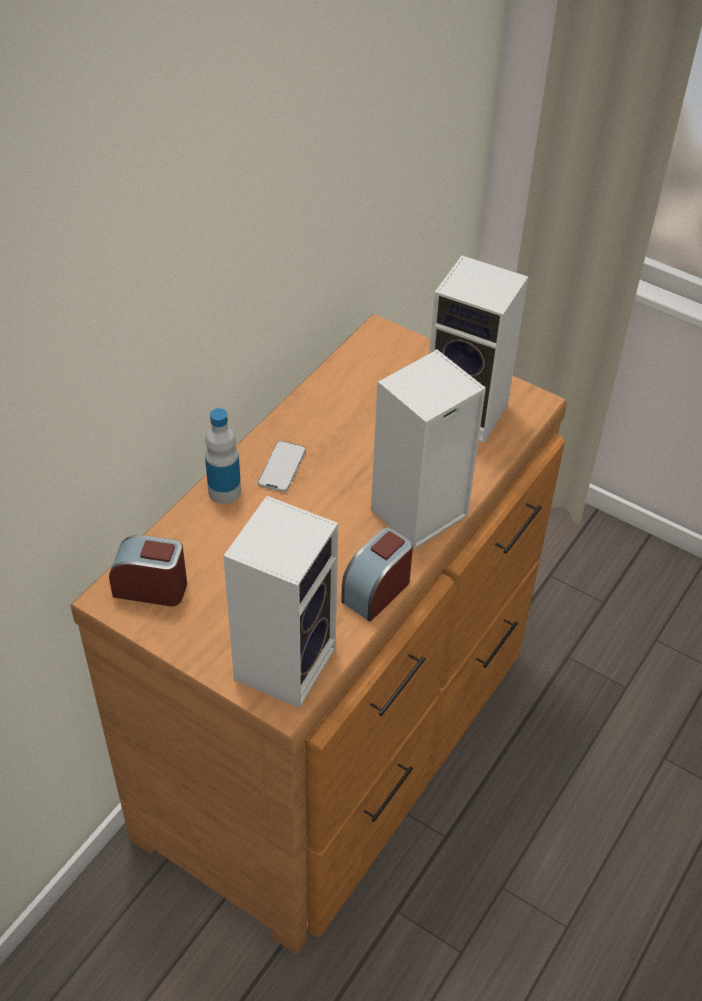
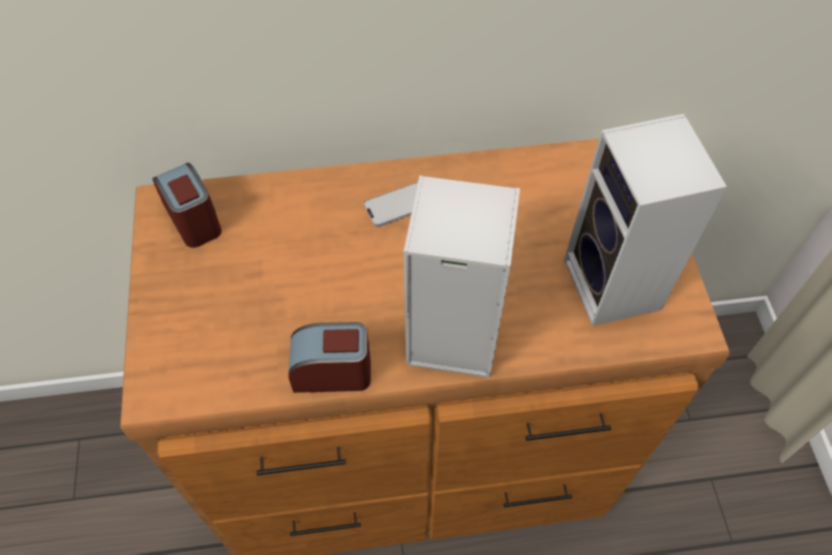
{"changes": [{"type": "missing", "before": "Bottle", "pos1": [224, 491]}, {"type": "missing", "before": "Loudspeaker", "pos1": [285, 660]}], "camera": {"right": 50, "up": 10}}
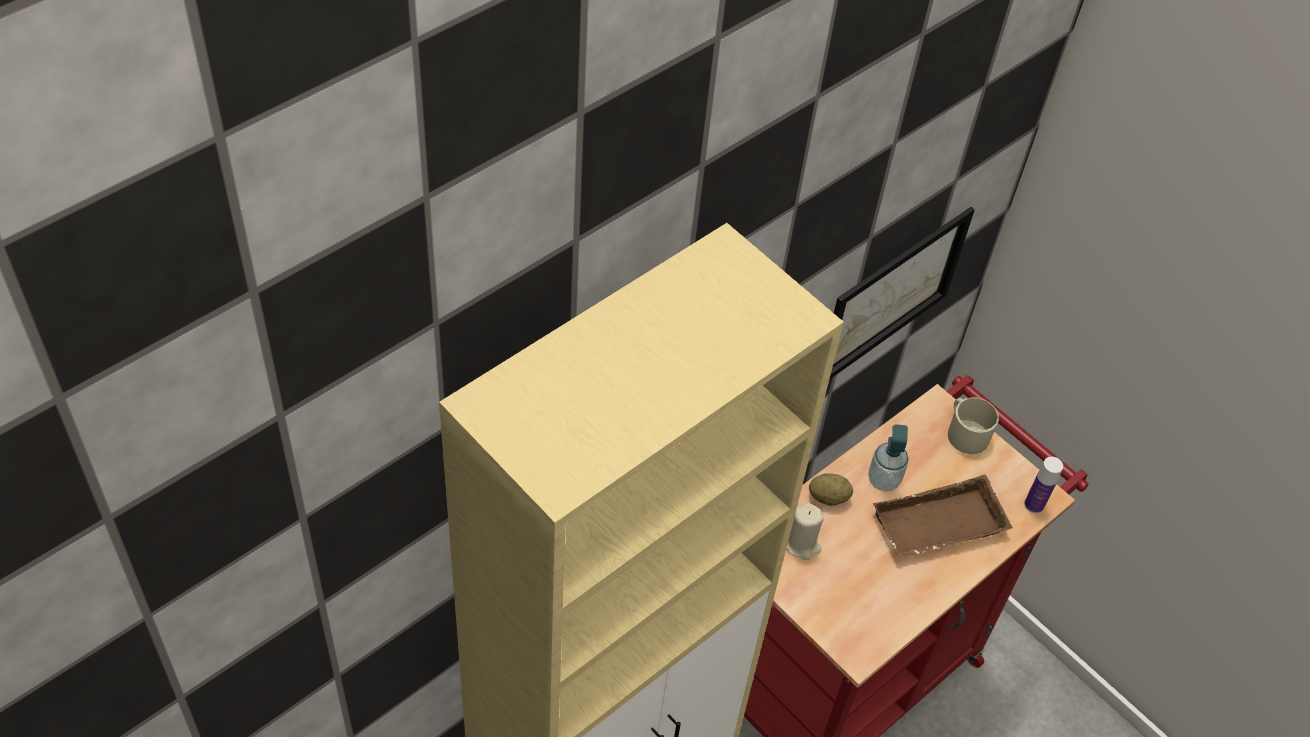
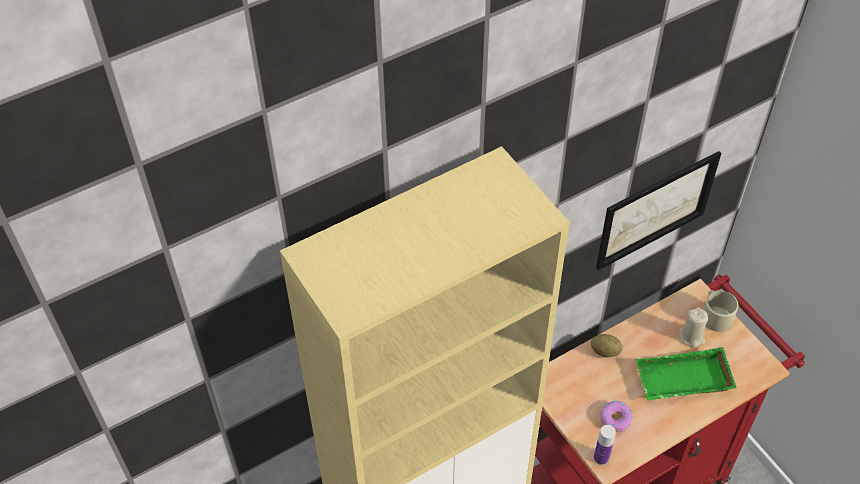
{"changes": [{"type": "missing", "before": "SoapBottle", "pos1": [883, 480]}, {"type": "relocated", "before": "Bottle", "pos1": [1034, 505], "pos2": [601, 458]}, {"type": "colour", "before": "BrownColouredTray", "after": "GreenishTray", "pos1": [938, 528], "pos2": [682, 382]}, {"type": "relocated", "before": "BeigeWaxLight", "pos1": [802, 544], "pos2": [691, 337]}, {"type": "appeared", "after": "Donut", "pos2": [616, 419]}], "camera": {"right": 15, "up": 0}}
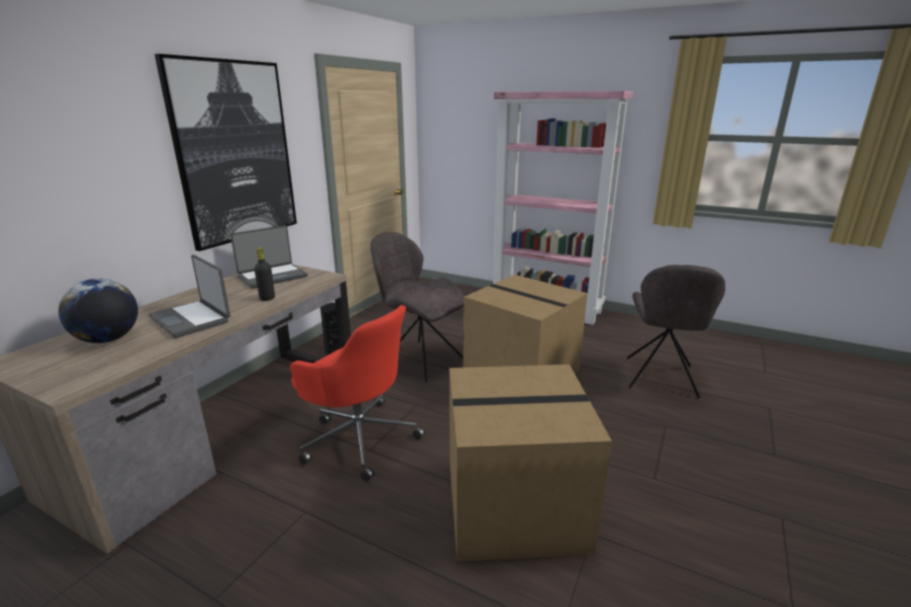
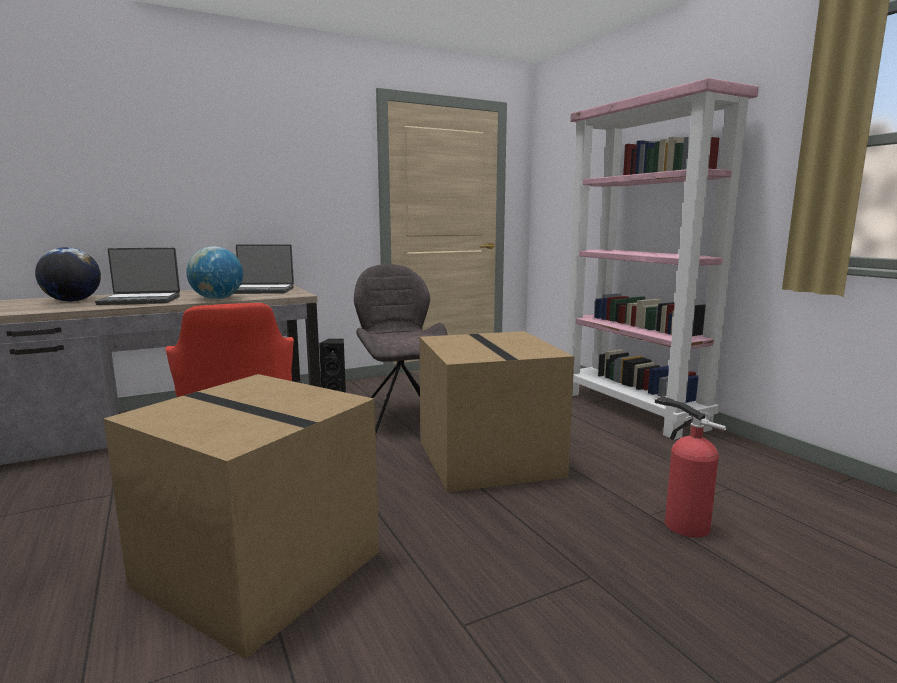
{"changes": [{"type": "missing", "before": "Picture", "pos1": [235, 153]}, {"type": "exchanged", "before": "BlackishBottle", "after": "Globe", "pos1": [267, 298], "pos2": [217, 298]}, {"type": "spun", "before": "NotebookComputer", "pos1": [192, 319], "pos2": [141, 300], "turn": -90}, {"type": "exchanged", "before": "GreyUprightChair", "after": "FireExtinguisher", "pos1": [660, 378], "pos2": [682, 523]}], "camera": {"right": 35, "up": -10}}
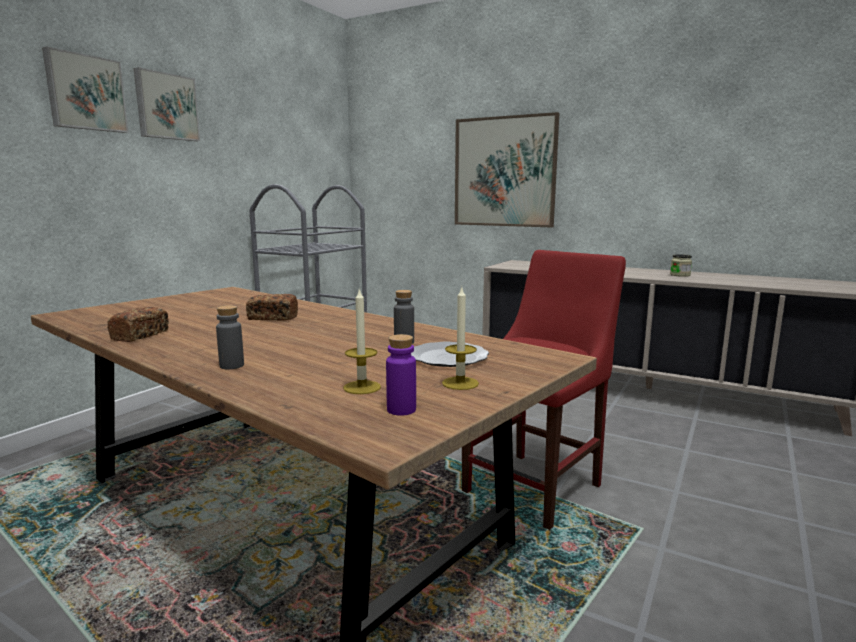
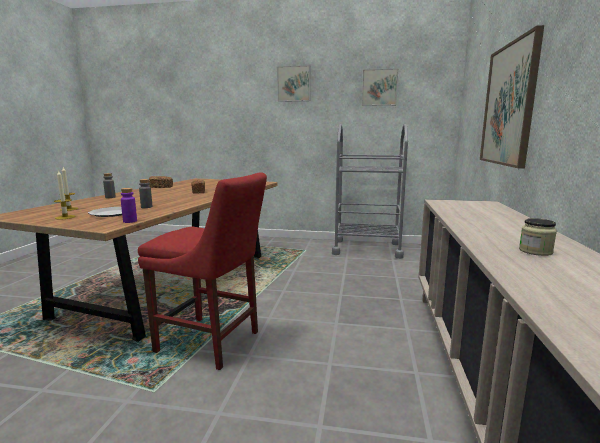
{"changes": [{"type": "relocated", "before": "Picture", "pos1": [85, 93], "pos2": [379, 87]}, {"type": "relocated", "before": "PurplishBottle", "pos1": [401, 410], "pos2": [130, 221]}], "camera": {"right": 70, "up": 0}}
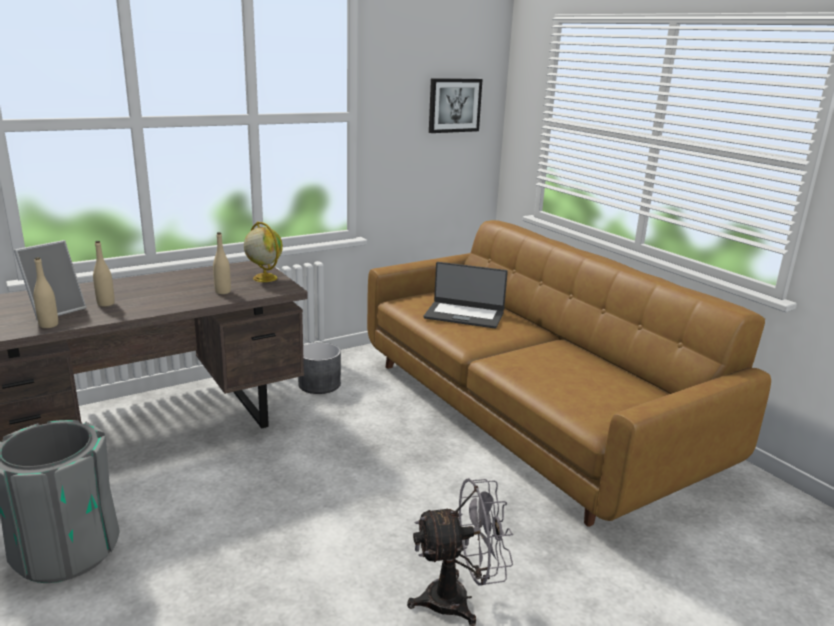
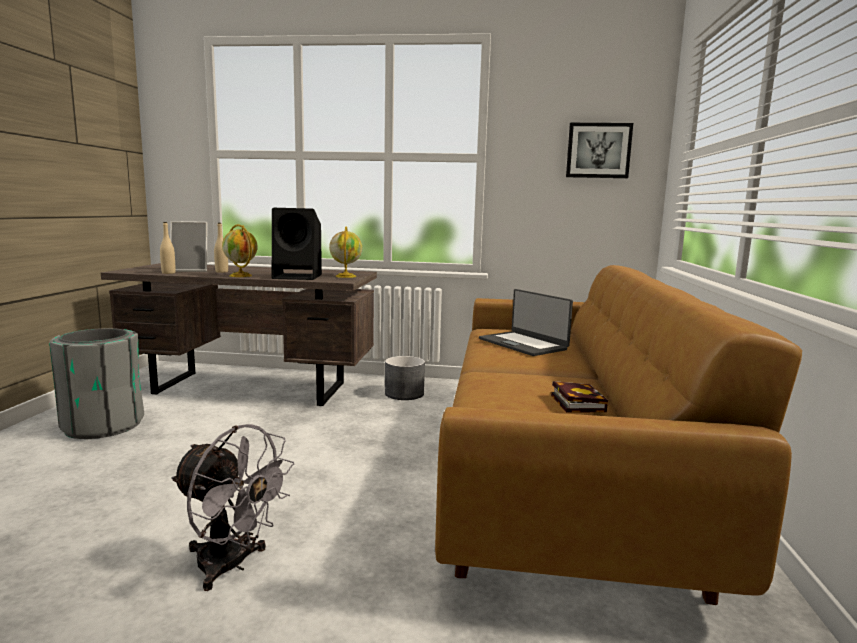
{"changes": [{"type": "exchanged", "before": "BeigeBottle", "after": "BlackishLoudspeaker", "pos1": [223, 292], "pos2": [299, 276]}, {"type": "appeared", "after": "Globe", "pos2": [241, 276]}, {"type": "appeared", "after": "BoundBook", "pos2": [575, 402]}], "camera": {"right": 40, "up": -10}}
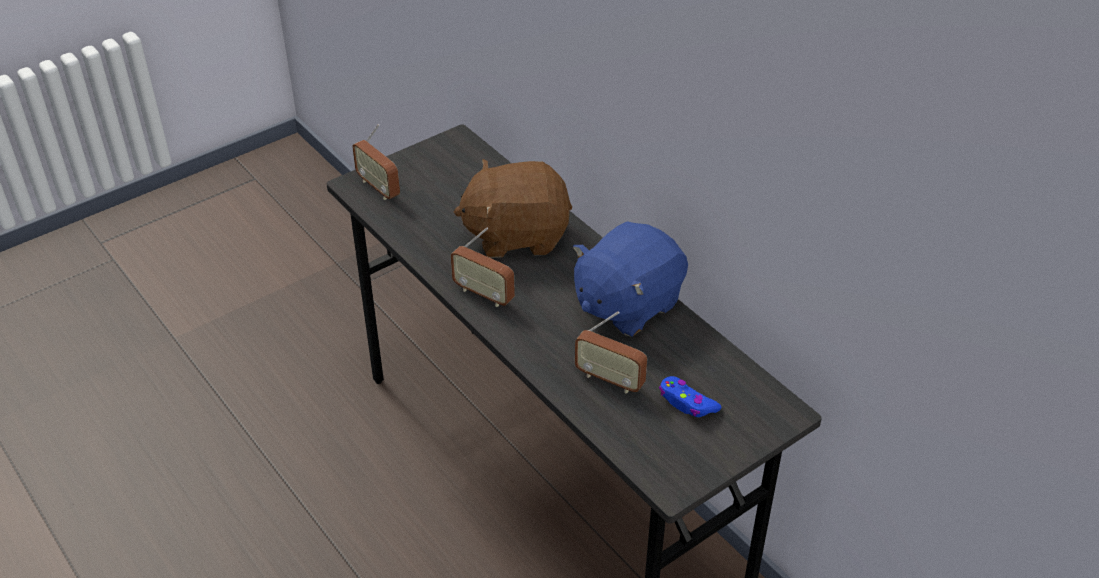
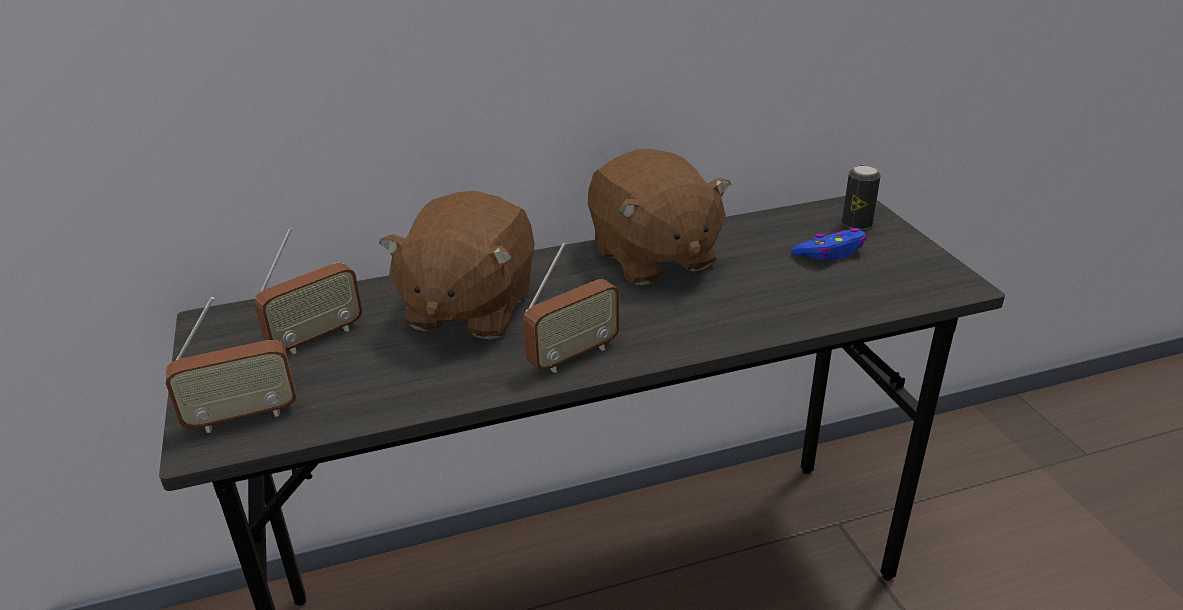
{"changes": [{"type": "colour", "before": "BluishCuddlyToy", "after": "BrownColouredCuddlyToy", "pos1": [626, 304], "pos2": [652, 258]}, {"type": "relocated", "before": "Radio", "pos1": [609, 379], "pos2": [316, 337]}, {"type": "appeared", "after": "MetalCan", "pos2": [856, 224]}], "camera": {"right": -70, "up": -10}}
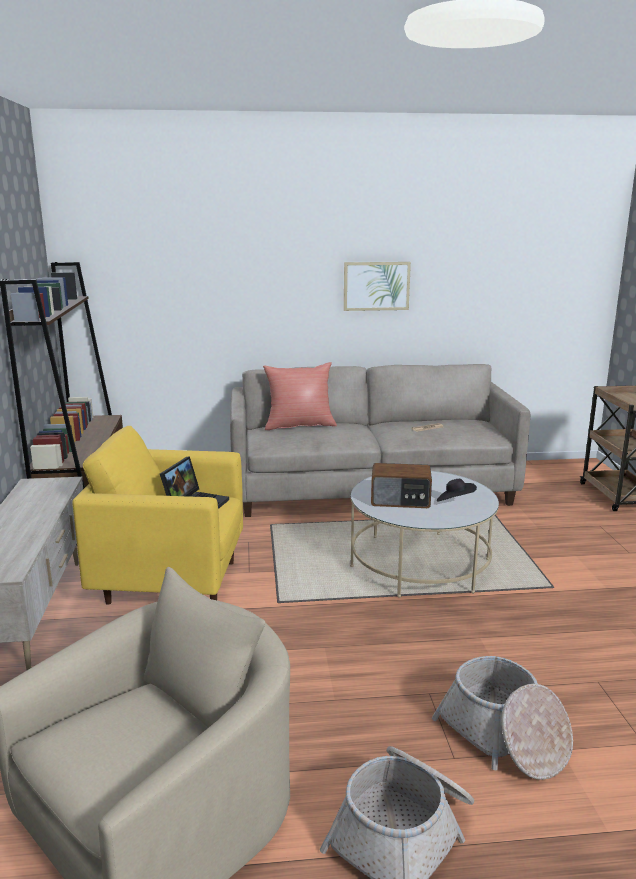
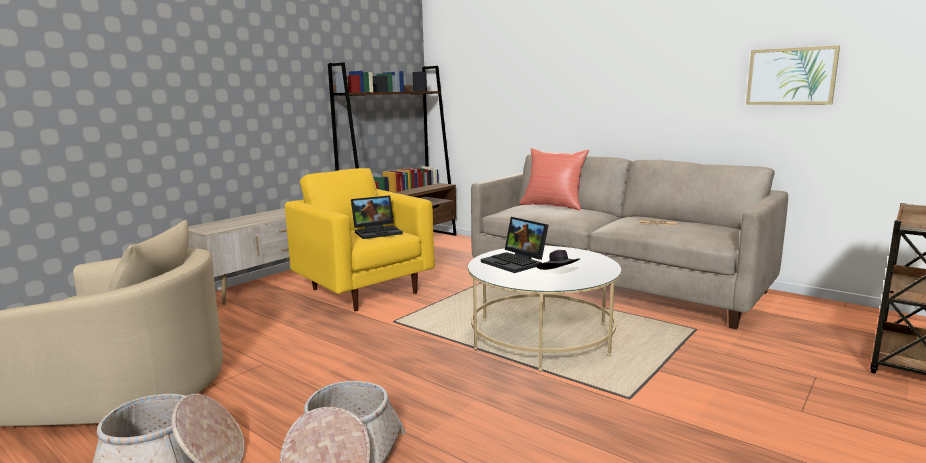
{"changes": [{"type": "relocated", "before": "Picture", "pos1": [376, 286], "pos2": [791, 76]}, {"type": "exchanged", "before": "Radio", "after": "NotebookComputer", "pos1": [400, 500], "pos2": [516, 262]}], "camera": {"right": 45, "up": -5}}
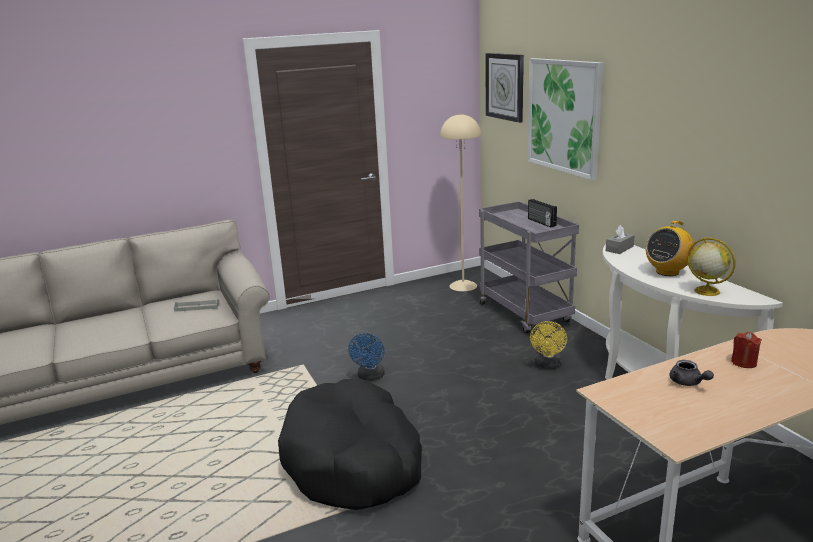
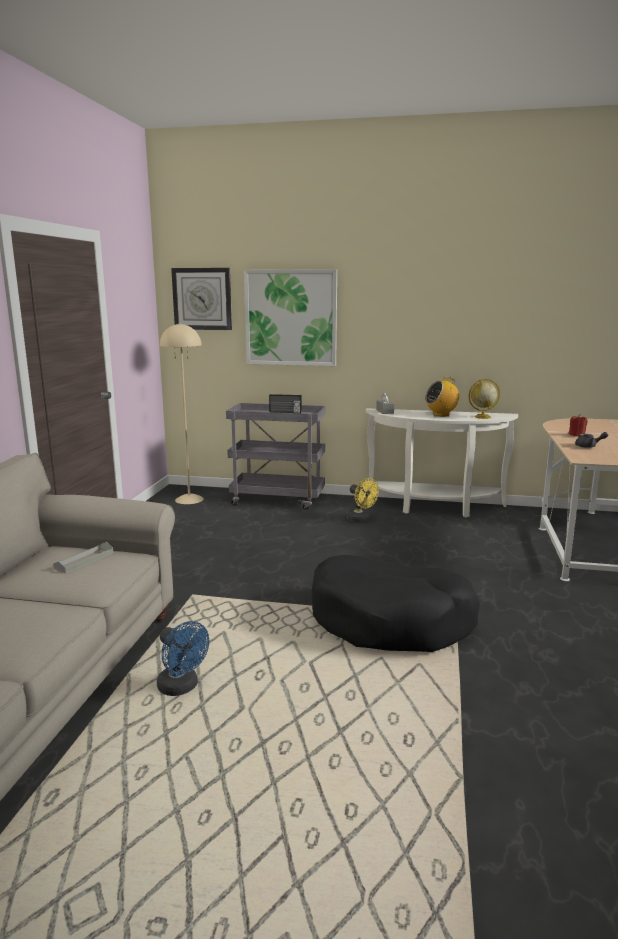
{"changes": [{"type": "spun", "before": "Radio", "pos1": [667, 272], "pos2": [441, 414], "turn": 75}, {"type": "relocated", "before": "BluishElectricFan", "pos1": [370, 377], "pos2": [182, 688]}], "camera": {"right": -55, "up": -5}}
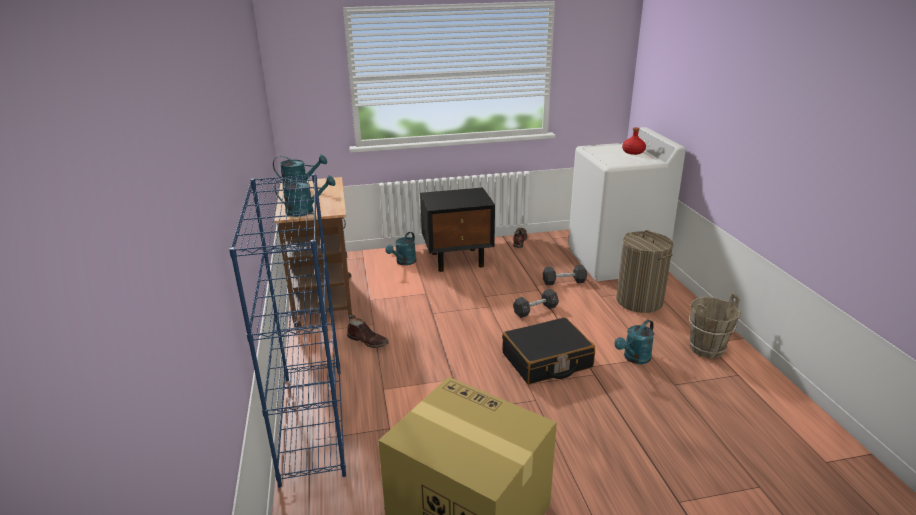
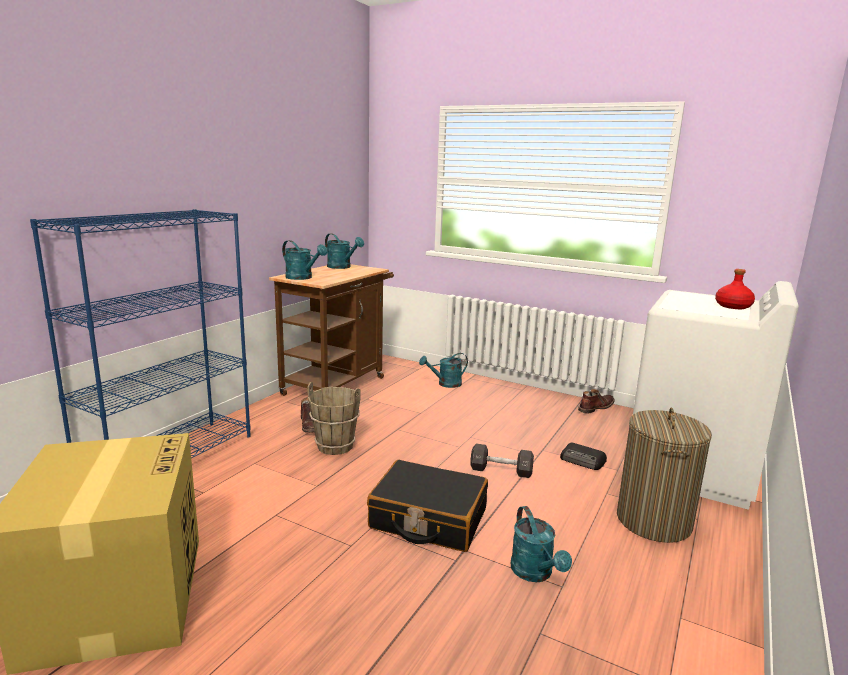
{"changes": [{"type": "missing", "before": "BlackishNightstand", "pos1": [458, 259]}, {"type": "exchanged", "before": "BlackishDumbbell", "after": "Radio", "pos1": [564, 281], "pos2": [583, 460]}, {"type": "relocated", "before": "BrownColouredWaterBucket", "pos1": [706, 349], "pos2": [335, 446]}, {"type": "spun", "before": "BlueGreenWateringPot", "pos1": [634, 358], "pos2": [535, 573], "turn": -105}], "camera": {"right": 40, "up": -10}}
